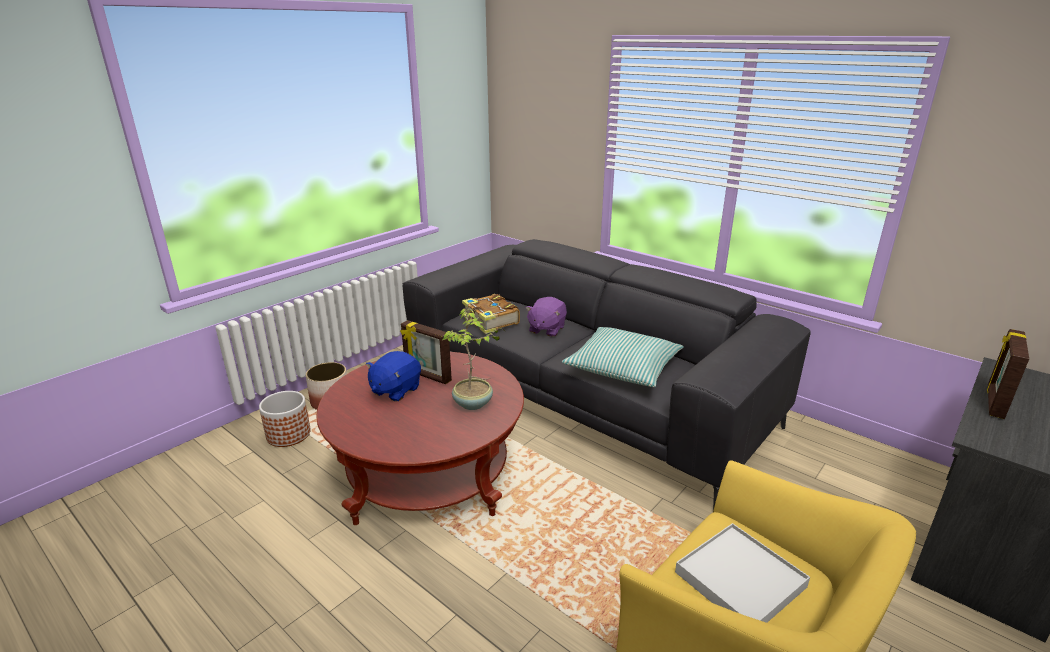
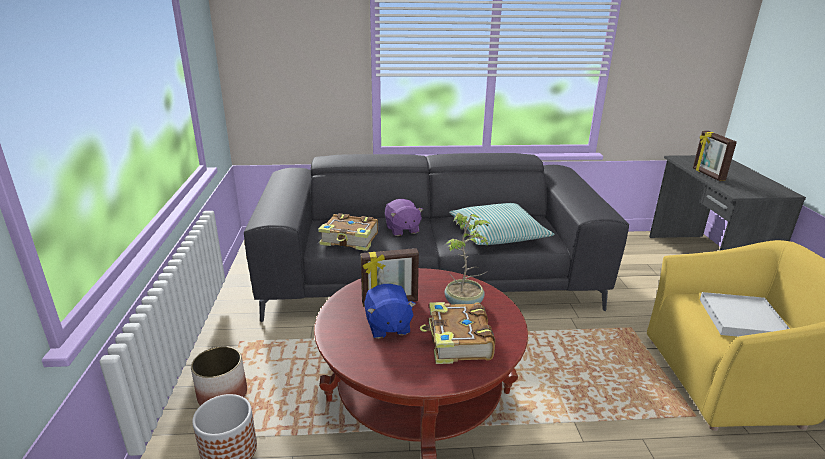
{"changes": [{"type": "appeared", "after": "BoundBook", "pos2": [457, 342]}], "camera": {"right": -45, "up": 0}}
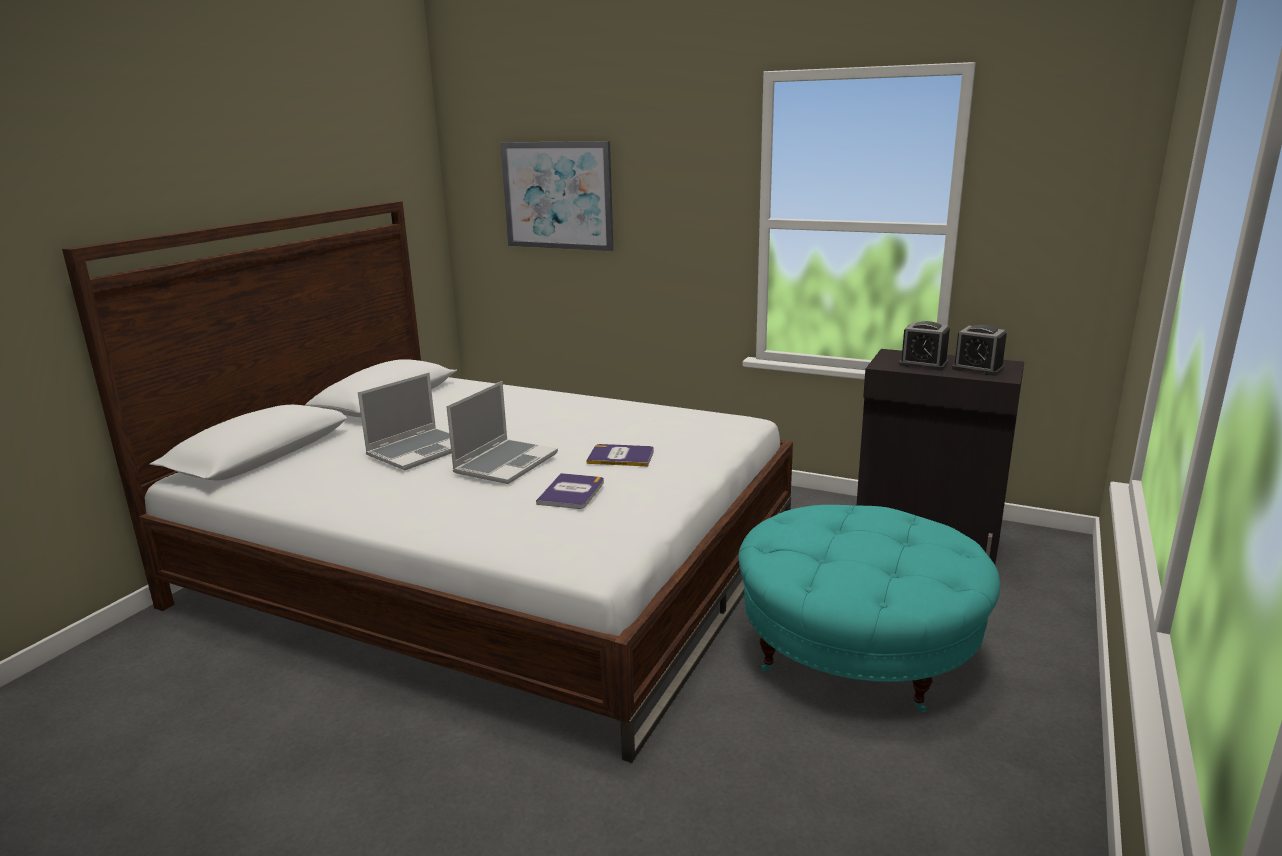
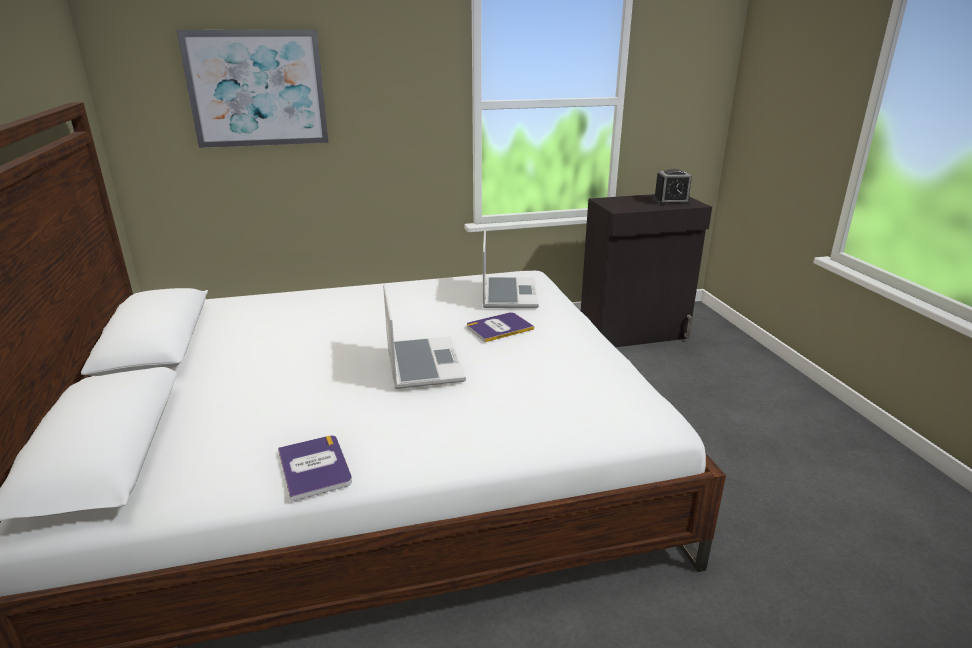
{"changes": [{"type": "missing", "before": "BedsideClock", "pos1": [923, 364]}, {"type": "relocated", "before": "NotebookComputer", "pos1": [420, 450], "pos2": [508, 294]}, {"type": "relocated", "before": "BoundBook", "pos1": [571, 492], "pos2": [314, 467]}, {"type": "missing", "before": "BlueGreenOttoman", "pos1": [857, 649]}], "camera": {"right": -40, "up": 5}}
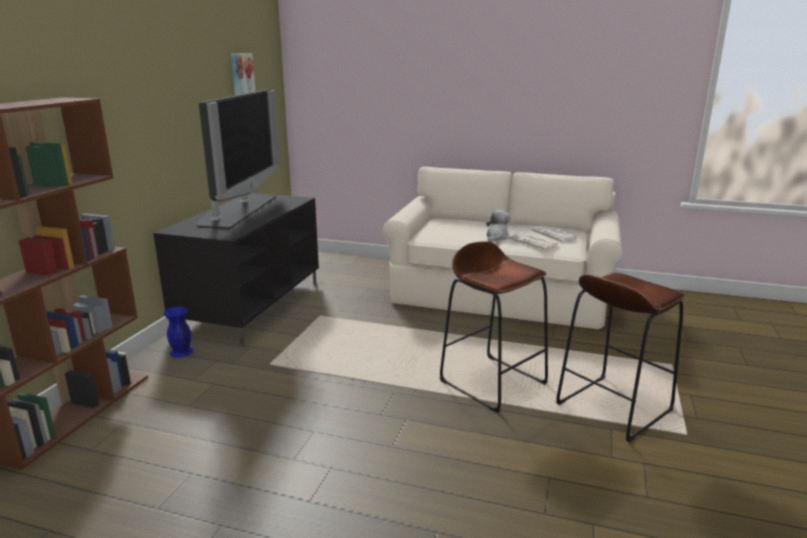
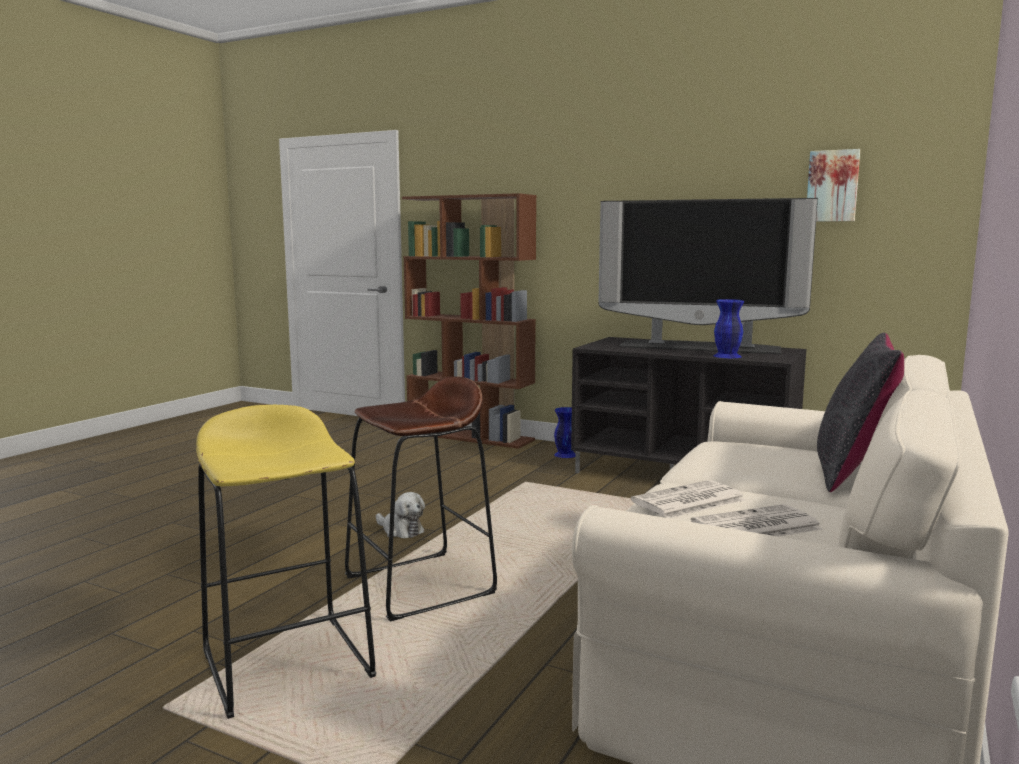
{"changes": [{"type": "relocated", "before": "CuddlyToy", "pos1": [496, 237], "pos2": [400, 530]}, {"type": "colour", "before": "BrownColouredStool", "after": "YellowColouredStool", "pos1": [613, 407], "pos2": [287, 663]}, {"type": "appeared", "after": "BluishVase", "pos2": [726, 356]}, {"type": "appeared", "after": "BlackishPillow", "pos2": [853, 472]}], "camera": {"right": 100, "up": -10}}
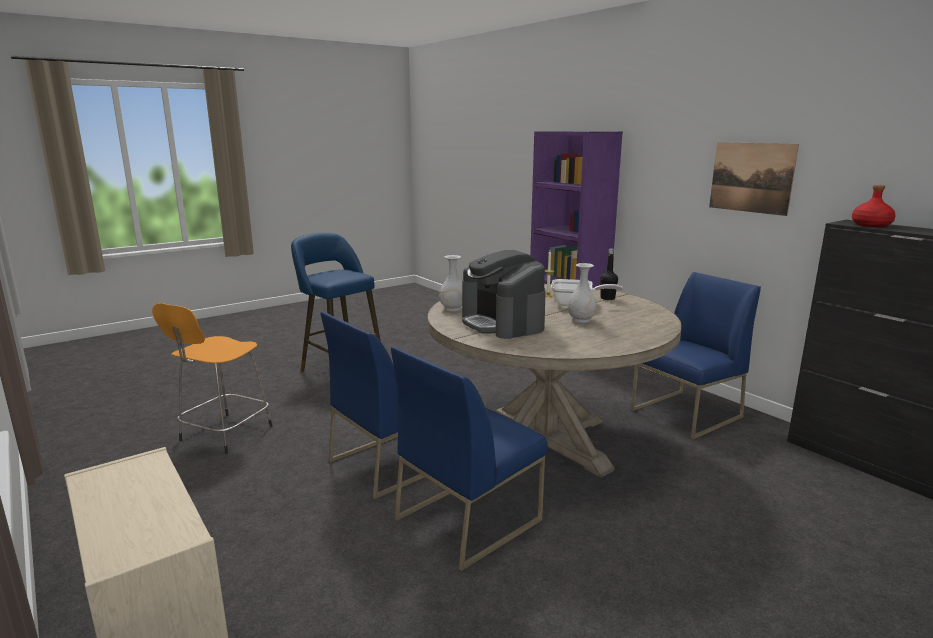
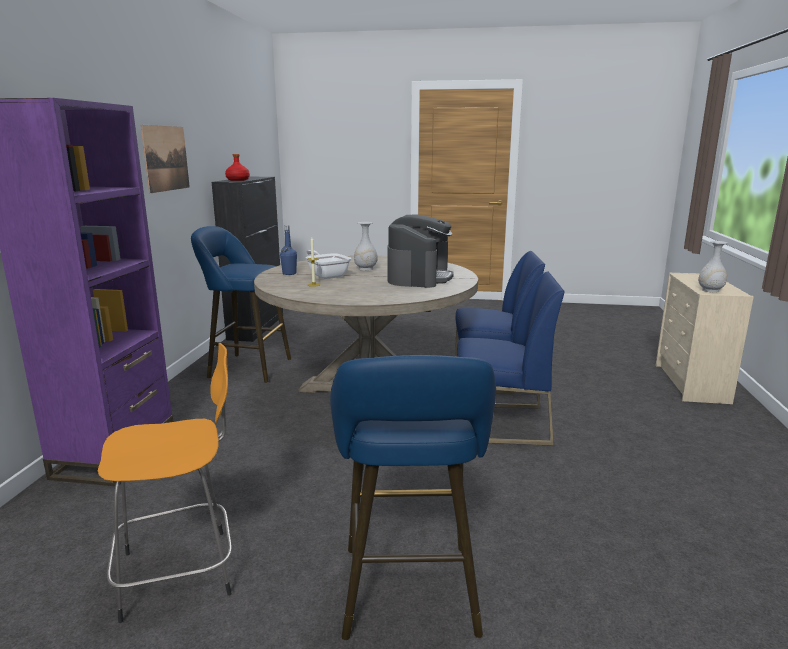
{"changes": [{"type": "colour", "before": "BlackishBottle", "after": "BluishBottle", "pos1": [607, 298], "pos2": [289, 273]}, {"type": "relocated", "before": "WhiteColouredVase", "pos1": [452, 309], "pos2": [710, 290]}, {"type": "exchanged", "before": "BluishUprightChair", "after": "BluishStool", "pos1": [686, 414], "pos2": [245, 367]}, {"type": "relocated", "before": "OrangeColouredStool", "pos1": [224, 434], "pos2": [182, 572]}], "camera": {"right": -135, "up": 0}}
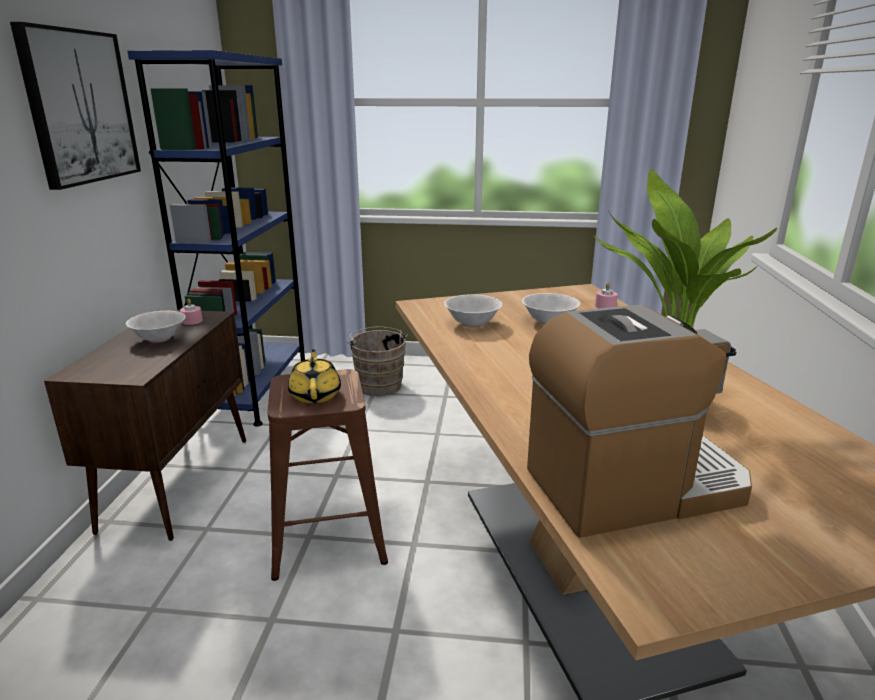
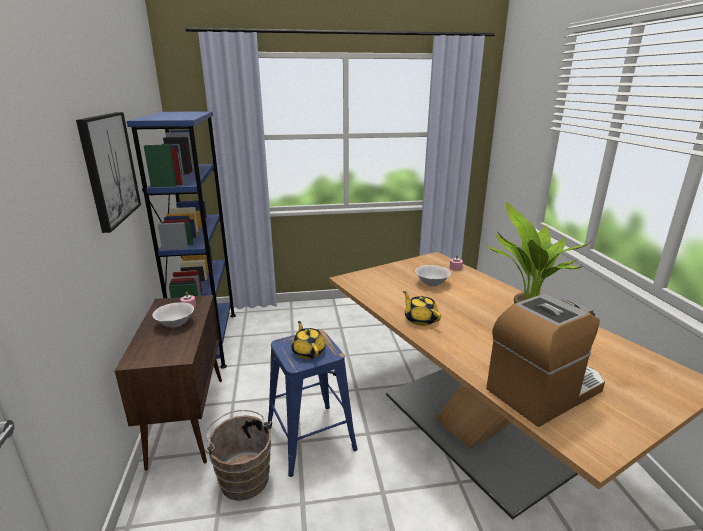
{"changes": [{"type": "missing", "before": "WhiteColouredDeepDish", "pos1": [472, 323]}, {"type": "relocated", "before": "BrownColouredWaterBucket", "pos1": [379, 384], "pos2": [243, 476]}, {"type": "colour", "before": "BrownColouredStool", "after": "BluishStool", "pos1": [326, 535], "pos2": [310, 438]}, {"type": "appeared", "after": "YellowColouredTeaPot", "pos2": [420, 319]}], "camera": {"right": -15, "up": 0}}
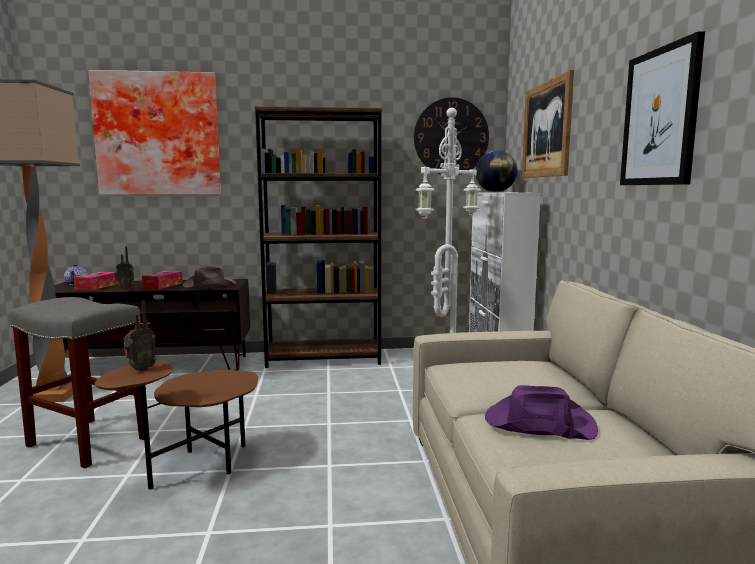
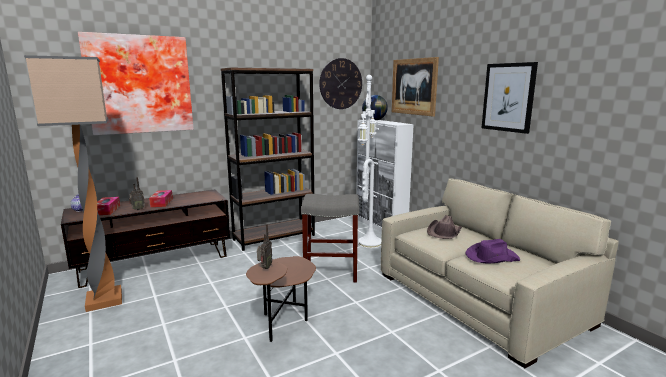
{"changes": [{"type": "relocated", "before": "BrownColouredWearableHat", "pos1": [209, 285], "pos2": [444, 232]}, {"type": "relocated", "before": "GreyStool", "pos1": [90, 442], "pos2": [331, 272]}], "camera": {"right": -25, "up": 5}}
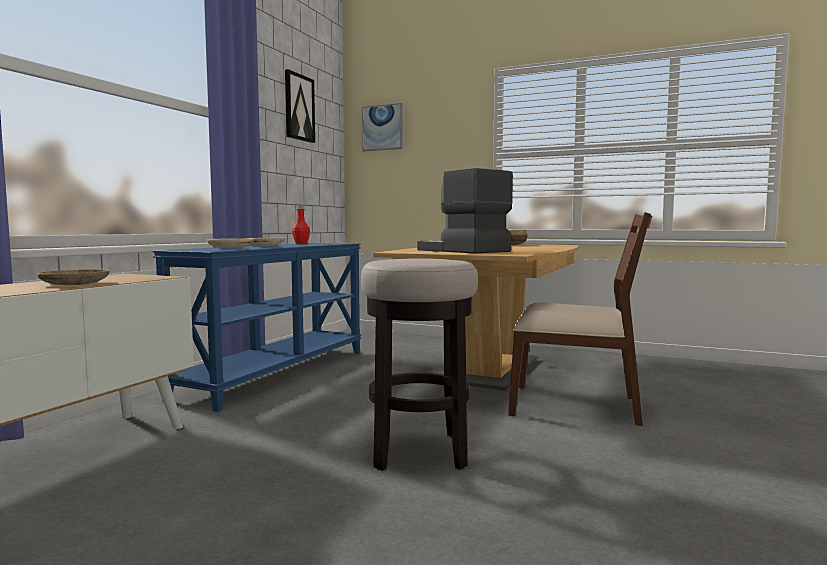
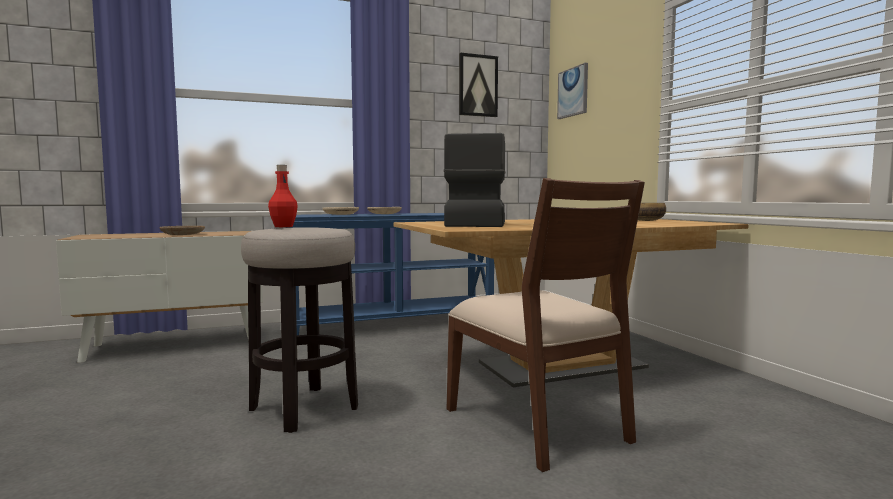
{"changes": [{"type": "relocated", "before": "RedBottle", "pos1": [301, 244], "pos2": [283, 226]}], "camera": {"right": 45, "up": 0}}
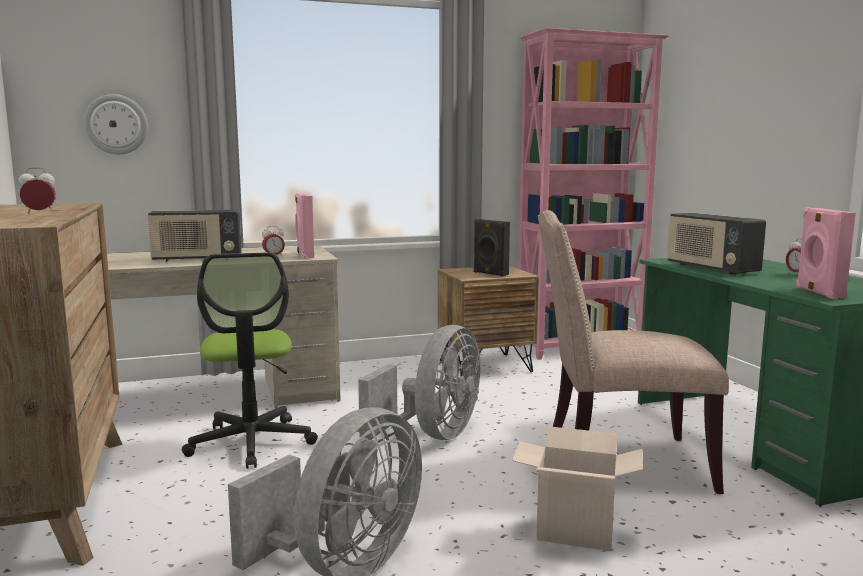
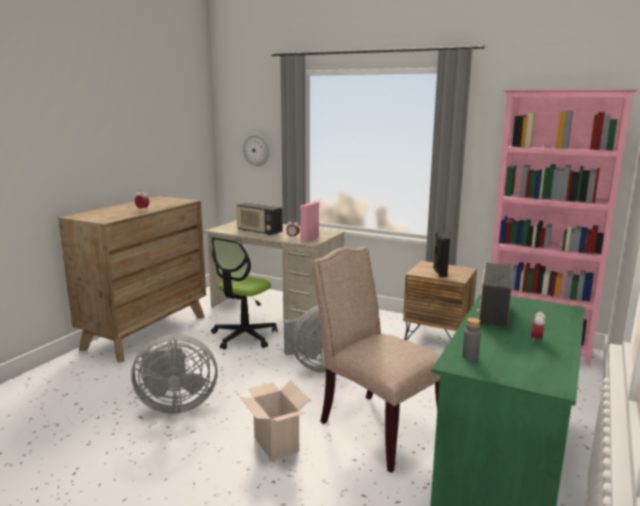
{"changes": [{"type": "exchanged", "before": "PinkLoudspeaker", "after": "GreyBottle", "pos1": [818, 293], "pos2": [470, 357]}], "camera": {"right": 45, "up": 5}}
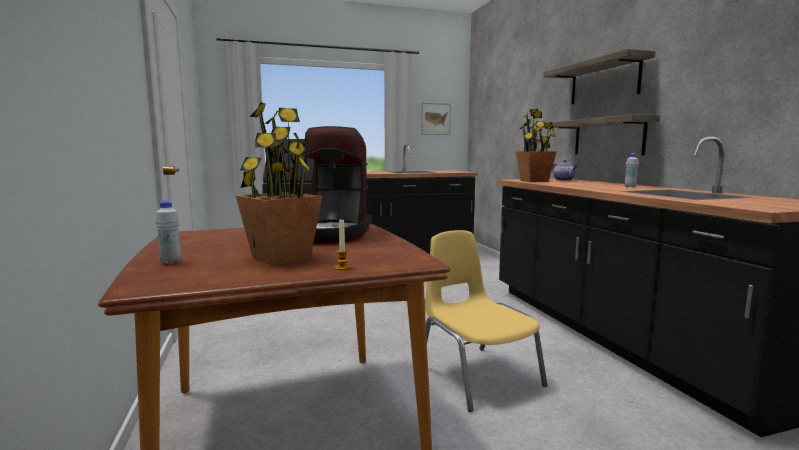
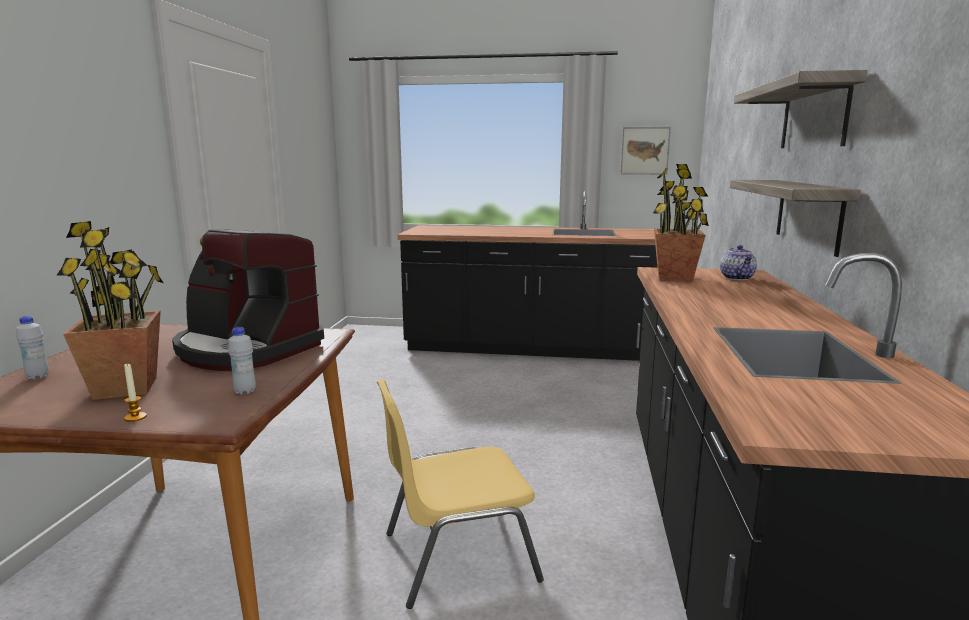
{"changes": [{"type": "relocated", "before": "WhiteColouredBottle", "pos1": [630, 187], "pos2": [245, 391]}, {"type": "spun", "before": "YellowColouredUprightChair", "pos1": [477, 375], "pos2": [456, 555], "turn": -105}], "camera": {"right": 25, "up": 5}}
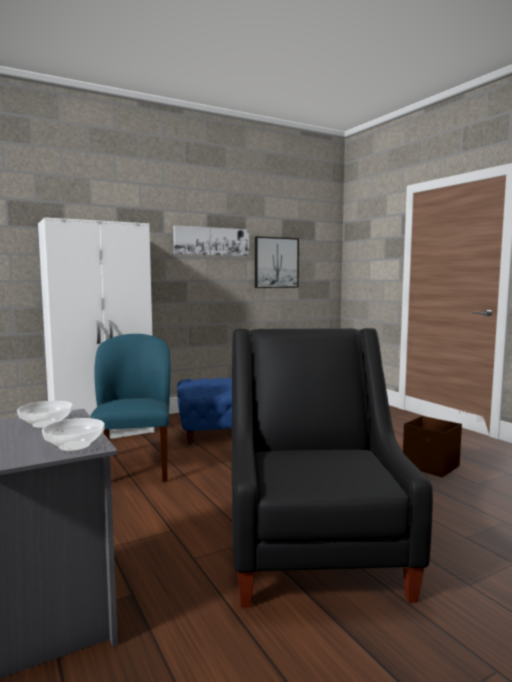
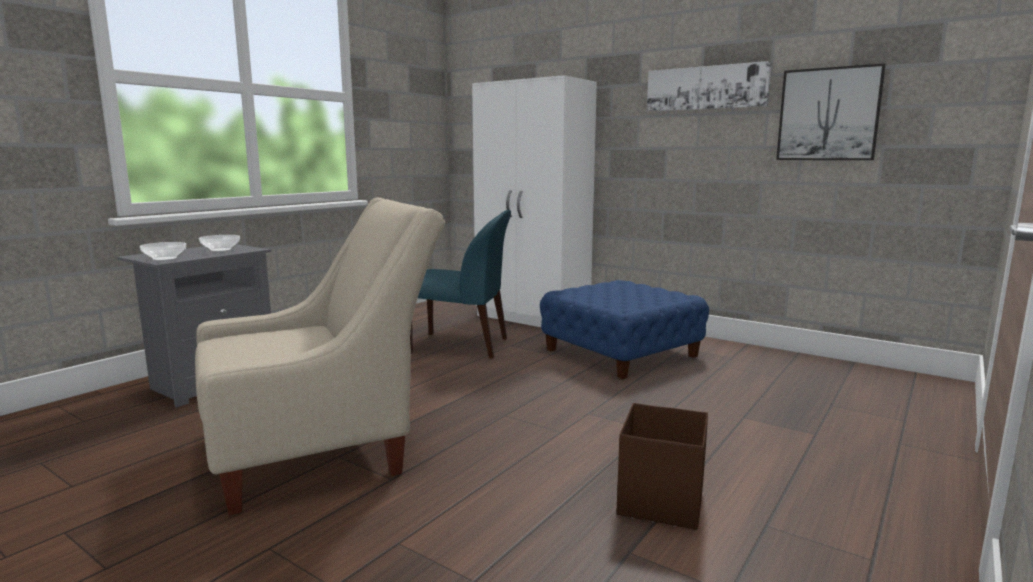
{"changes": [{"type": "colour", "before": "BlackishLoungeChair", "after": "BeigeLoungeChair", "pos1": [314, 551], "pos2": [323, 449]}, {"type": "spun", "before": "BluishUprightChair", "pos1": [134, 467], "pos2": [461, 346], "turn": 45}], "camera": {"right": 65, "up": 5}}
